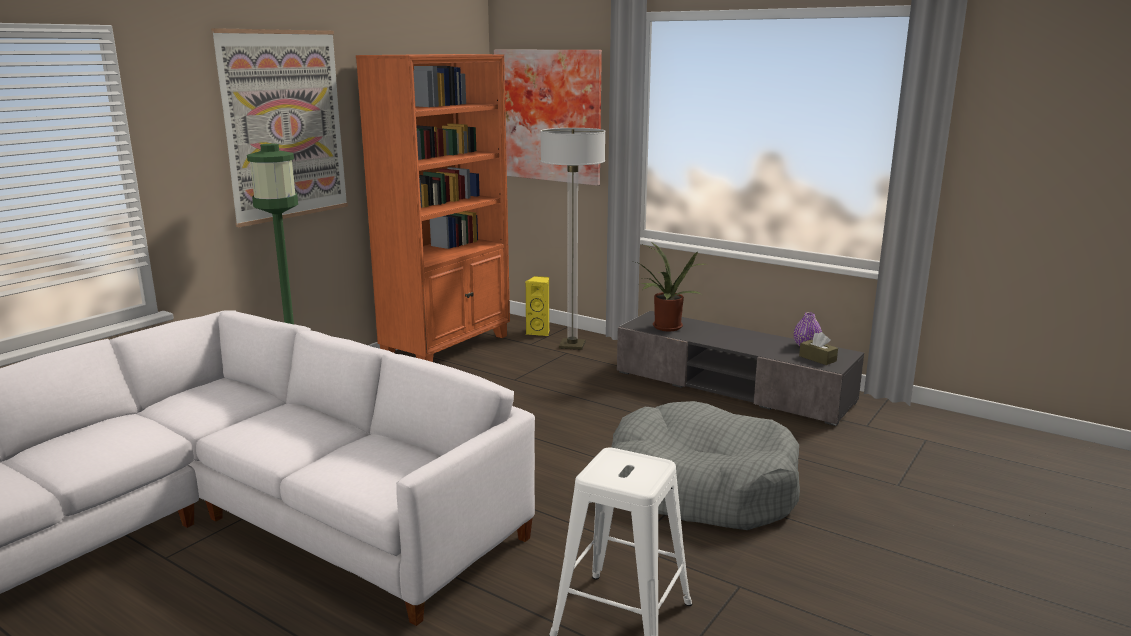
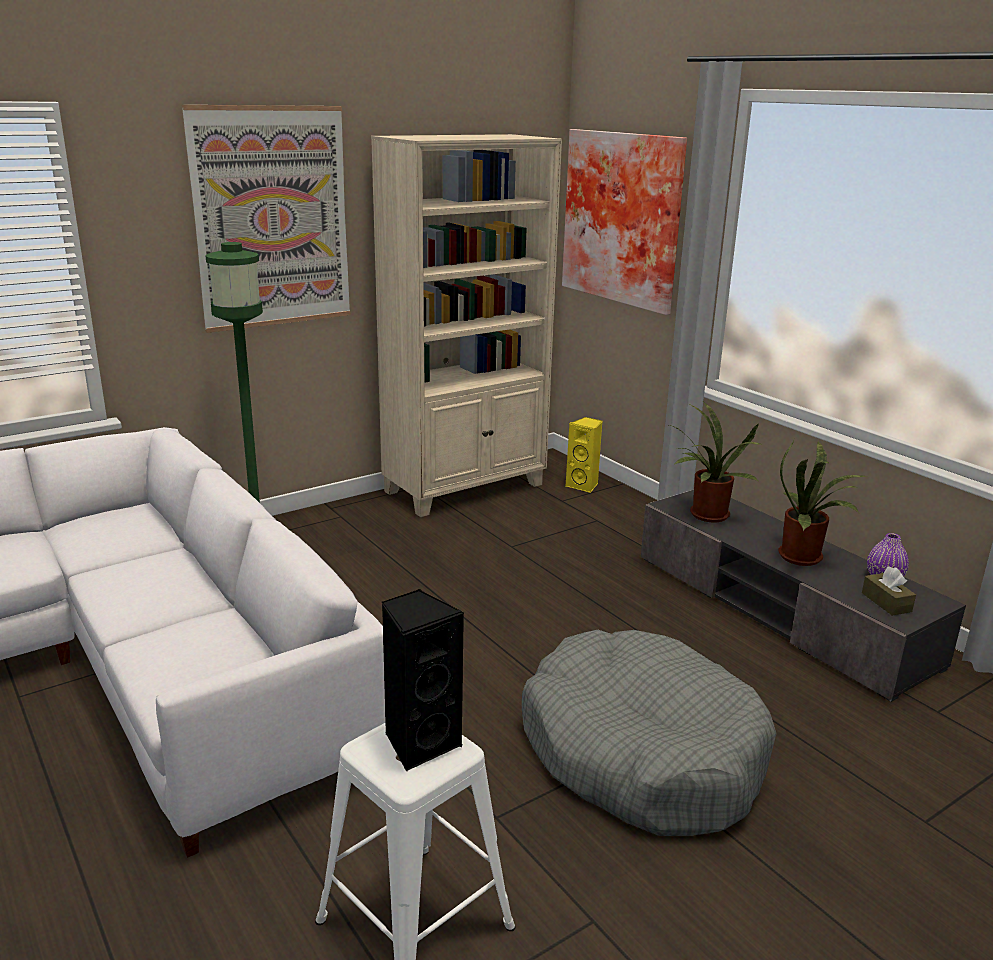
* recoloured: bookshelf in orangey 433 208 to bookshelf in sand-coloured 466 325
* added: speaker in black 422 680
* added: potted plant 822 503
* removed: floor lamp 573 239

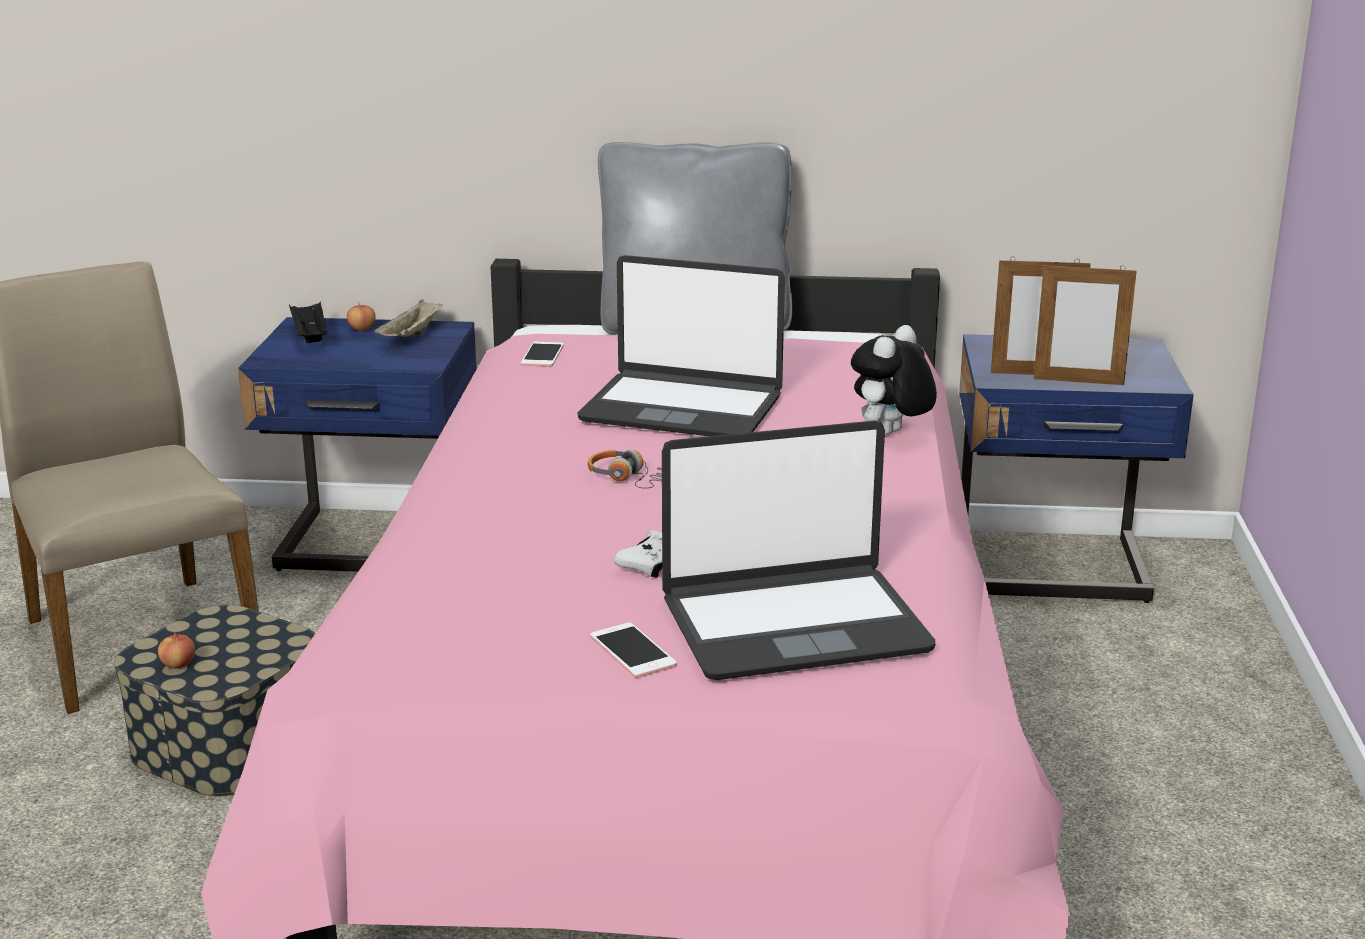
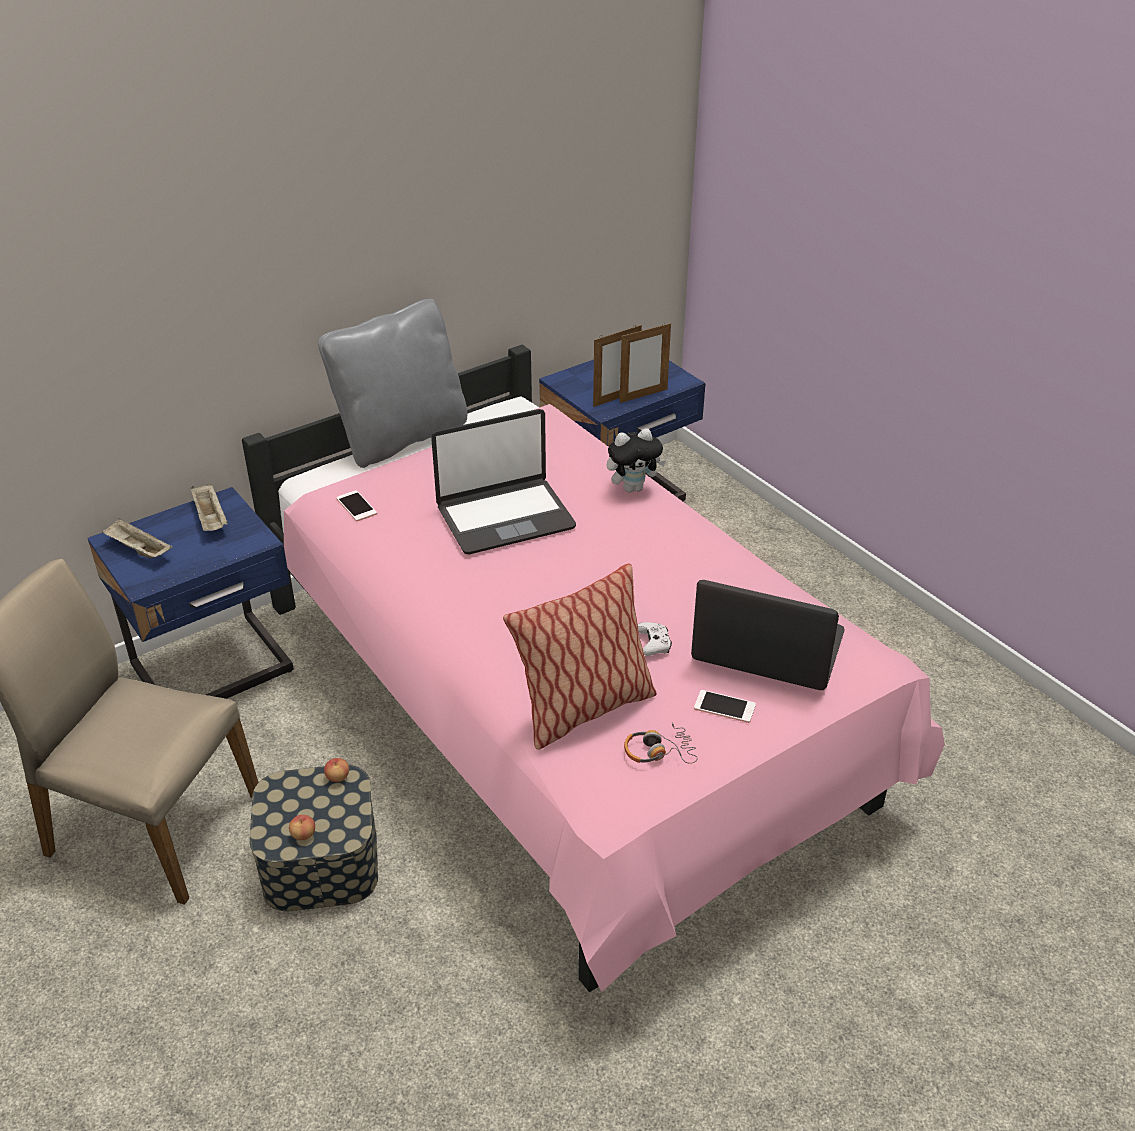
* recoloured: tray in black 308 322 to tray in sand-coloured 137 538
* moved: whole apple 361 316 to 336 770
* added: pillow 580 656
* turned: plush toy 894 380 = 636 460 105 degrees counterclockwise
* moved: pair of headphones 625 469 to 661 743
* turned: laptop 798 550 = 768 635 105 degrees counterclockwise

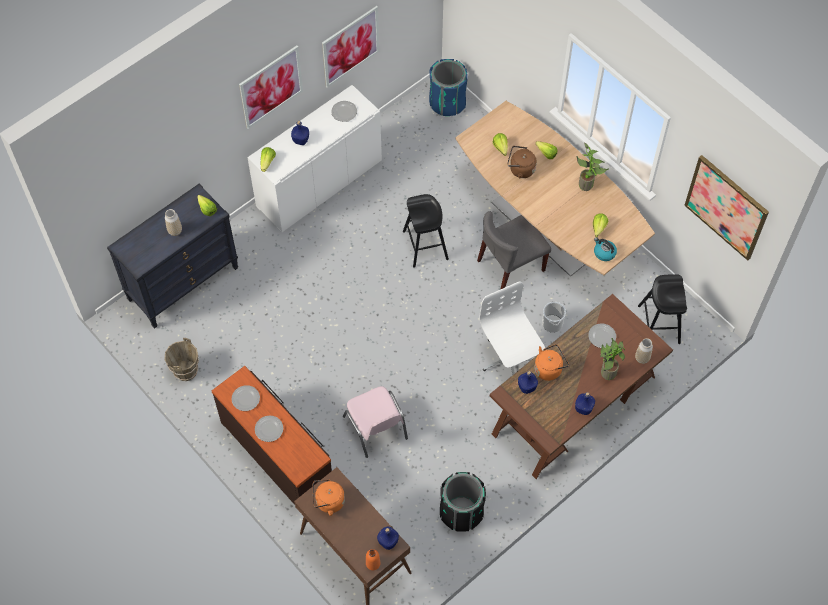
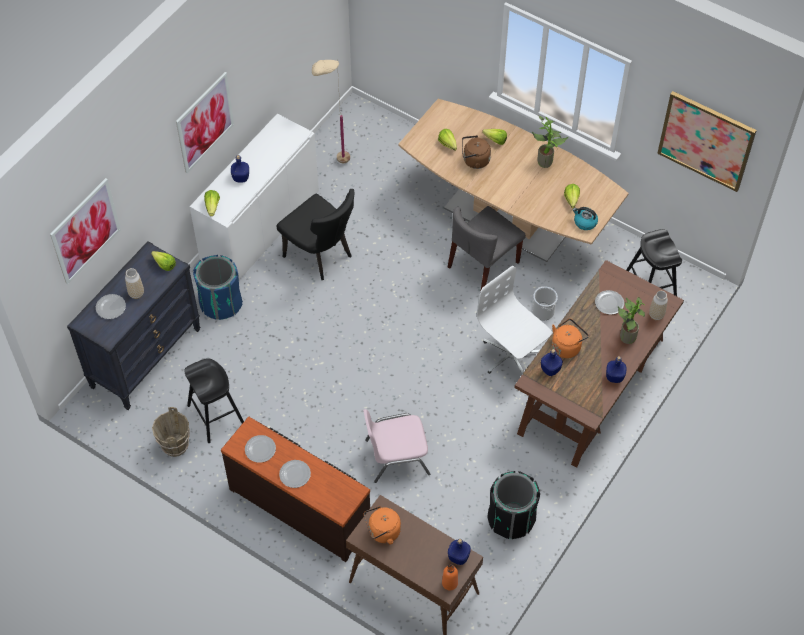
* moved: wall art 350 46 to 85 231
* moved: dinner plate 344 111 to 111 306
* moved: stool in black 426 231 to 214 400
* moved: rubbish bin in blue 448 87 to 218 287
* added: chair in black 315 234
* added: floor lamp in sand-coloured 331 111
* turned: chair in pink-coloured 375 422 = 396 446 120 degrees clockwise

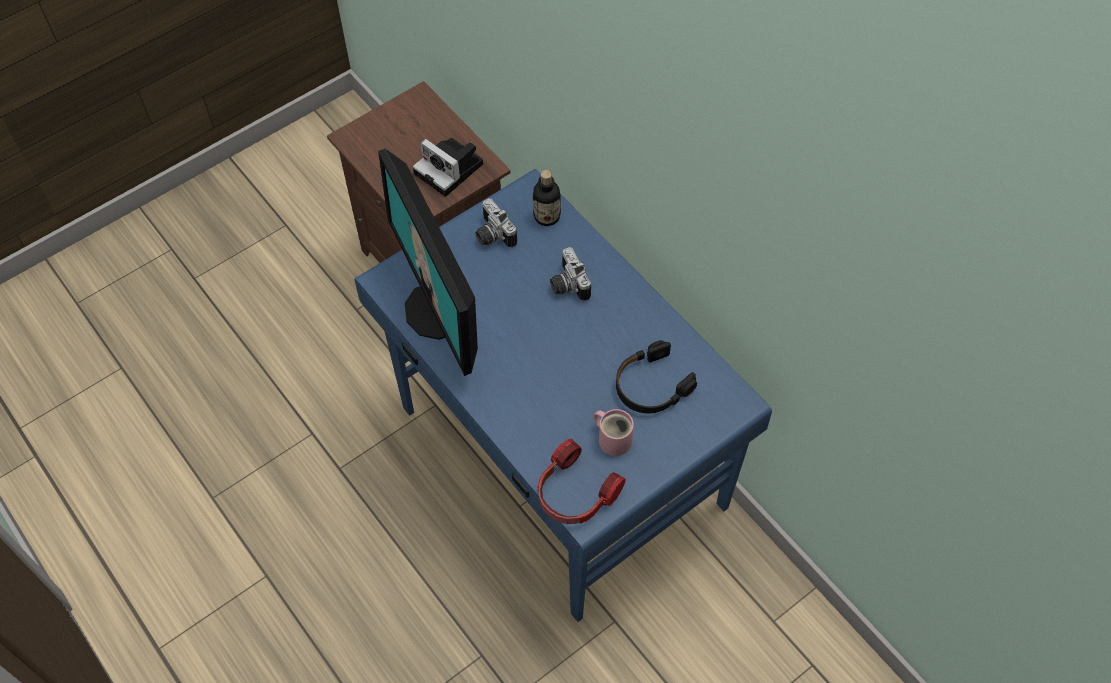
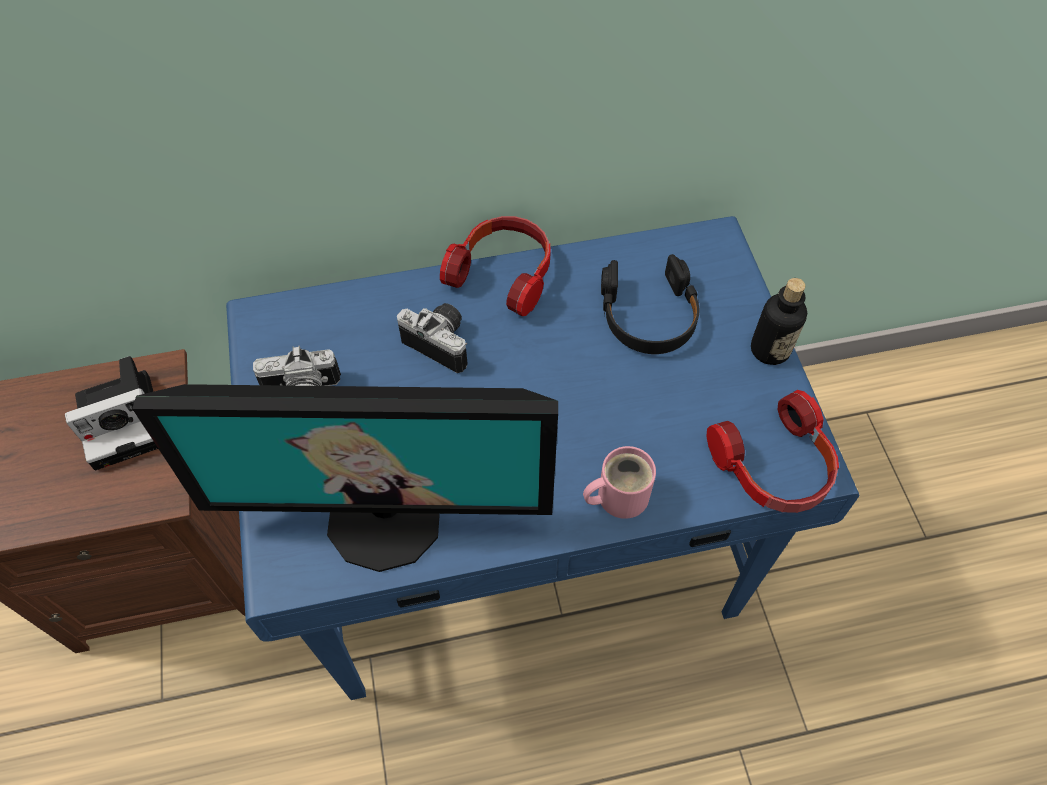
* turned: still camera 570 274 = 432 338 150 degrees counterclockwise
* added: pair of headphones 495 266
* moved: mug in pink-coloured 614 432 to 619 482
* moved: beverage bottle 547 198 to 779 321

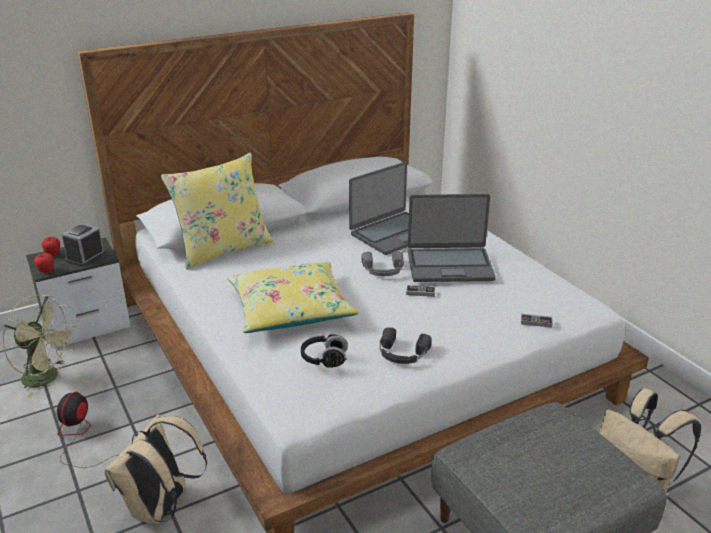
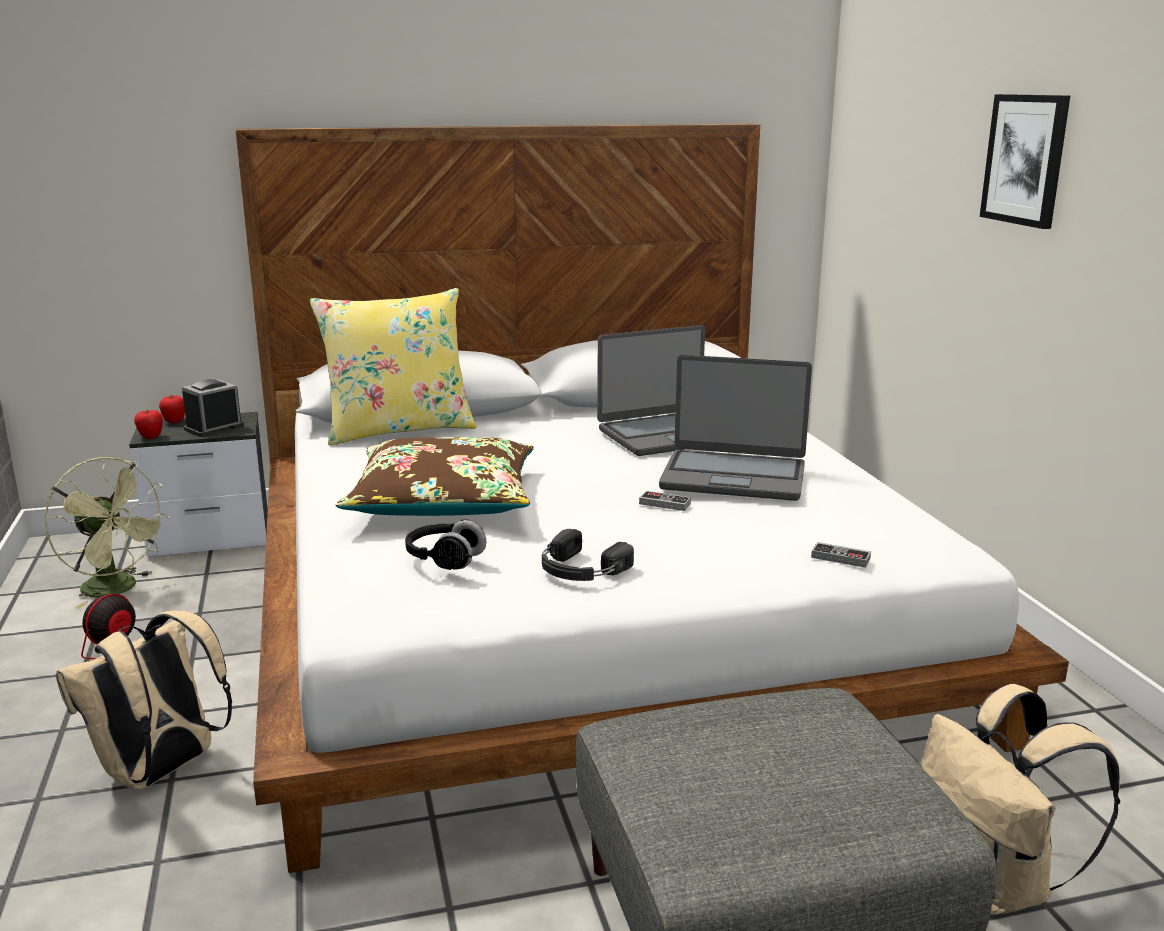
* recoloured: pillow in yellow-coloured 293 297 to pillow in brownish 435 476
* added: wall art 1025 161
* removed: pair of headphones in grey 382 263

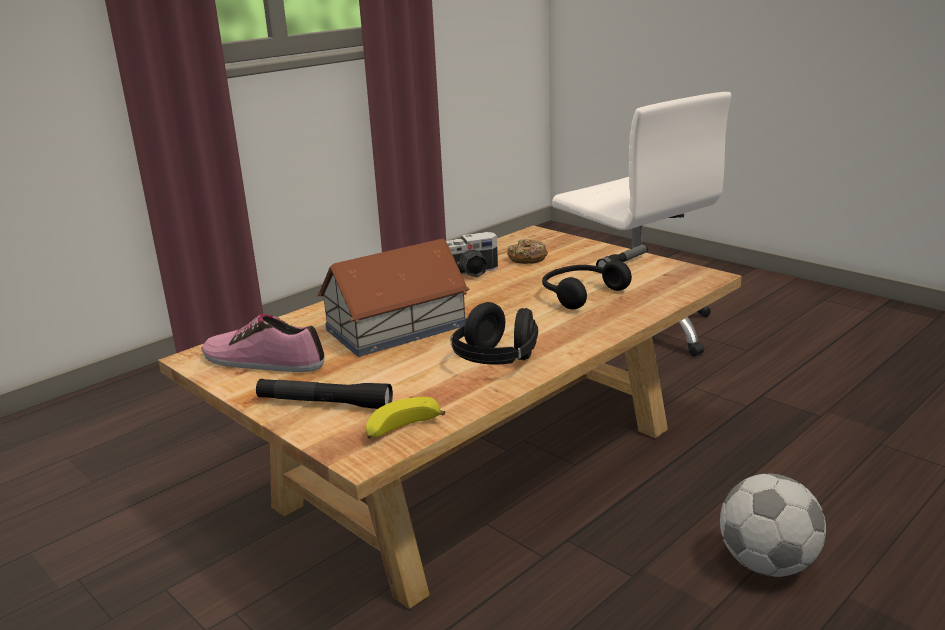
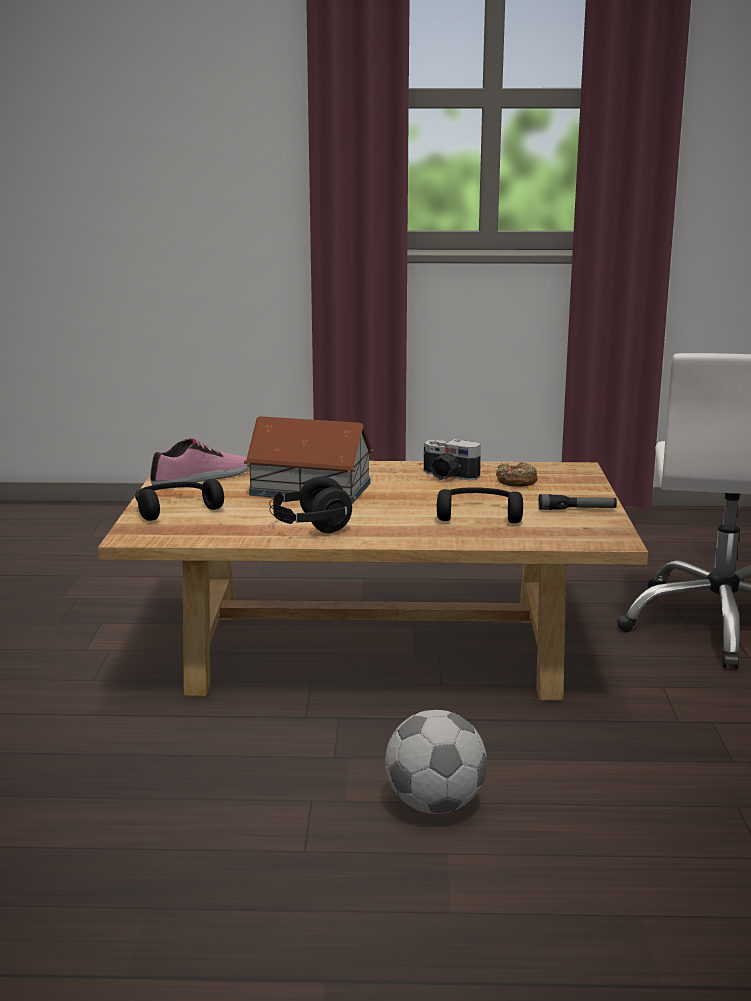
* replaced: torch in black 324 394 to pair of headphones in black 179 500
* turned: item of footwear 263 343 = 200 461 75 degrees clockwise
* removed: banana 405 418

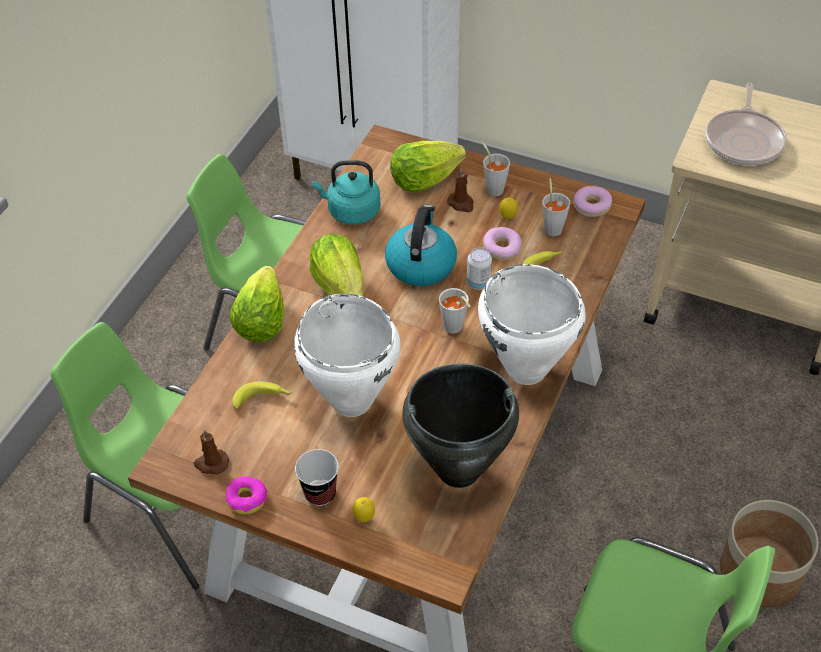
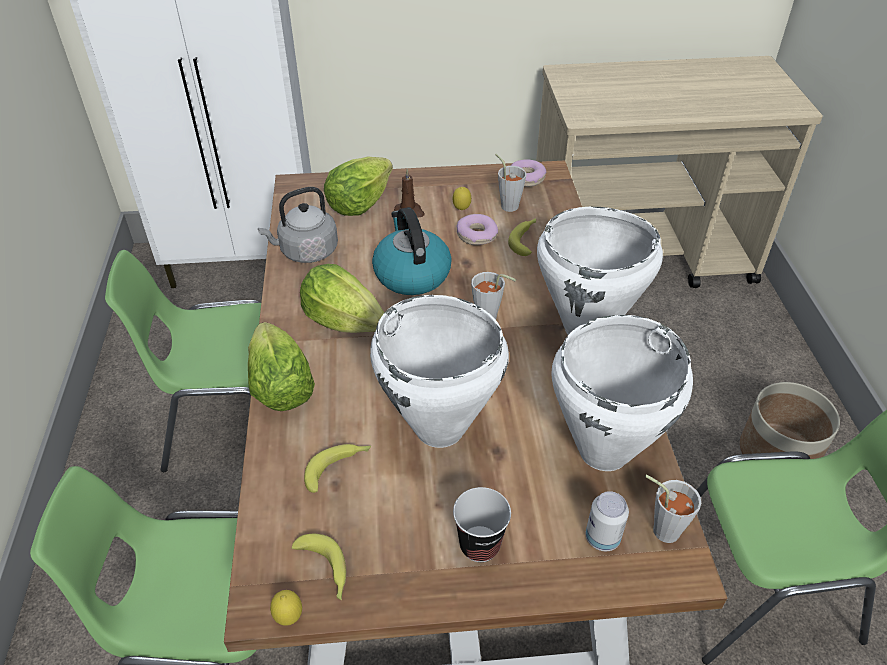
* recoloured: water kettle in blue-green 346 192 to water kettle in grey 298 225
* moved: whole lemon 364 509 to 286 608
* replaced: wax candle in brownish 211 451 to banana 318 567
* recoloured: stockpot in black 460 425 to stockpot in whitish 622 393
* moved: can 479 269 to 607 521
* moved: cup in grey 496 169 to 673 508
* removed: donut 246 495
* removed: frying pan 746 124

